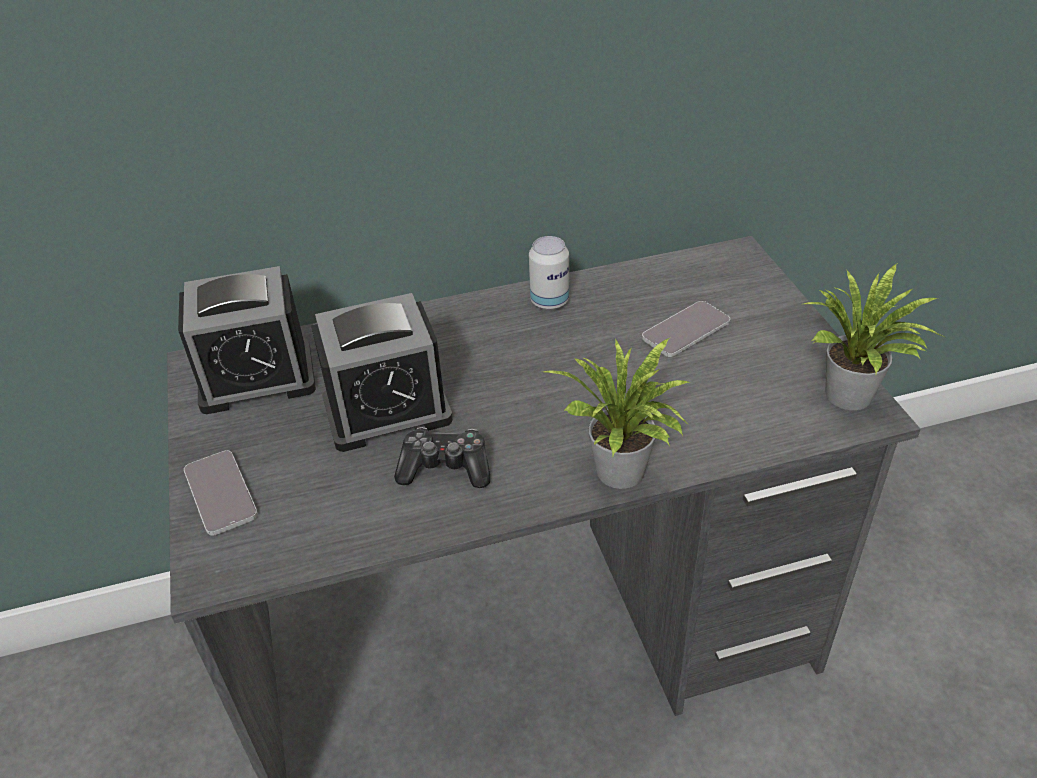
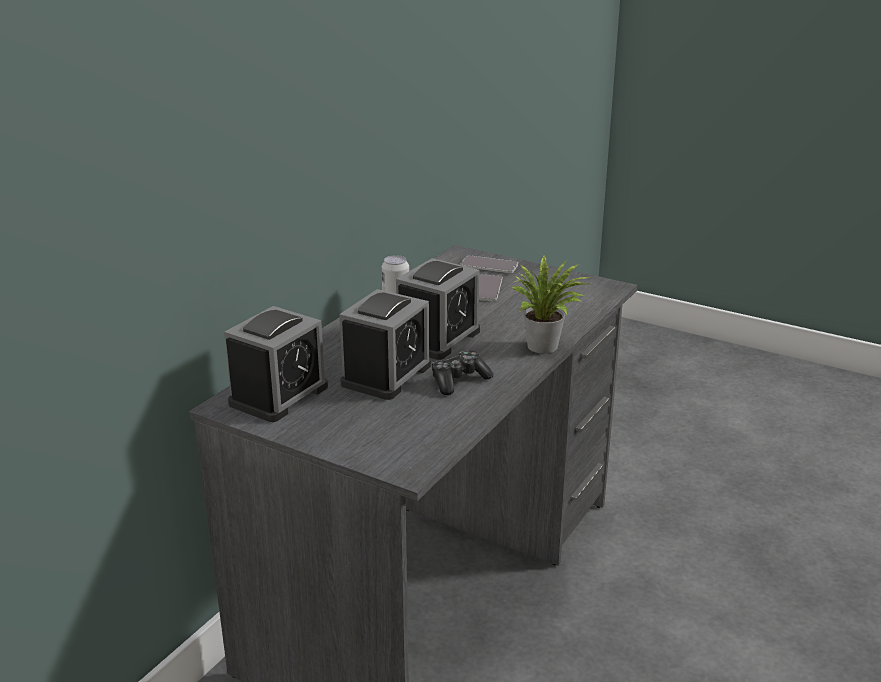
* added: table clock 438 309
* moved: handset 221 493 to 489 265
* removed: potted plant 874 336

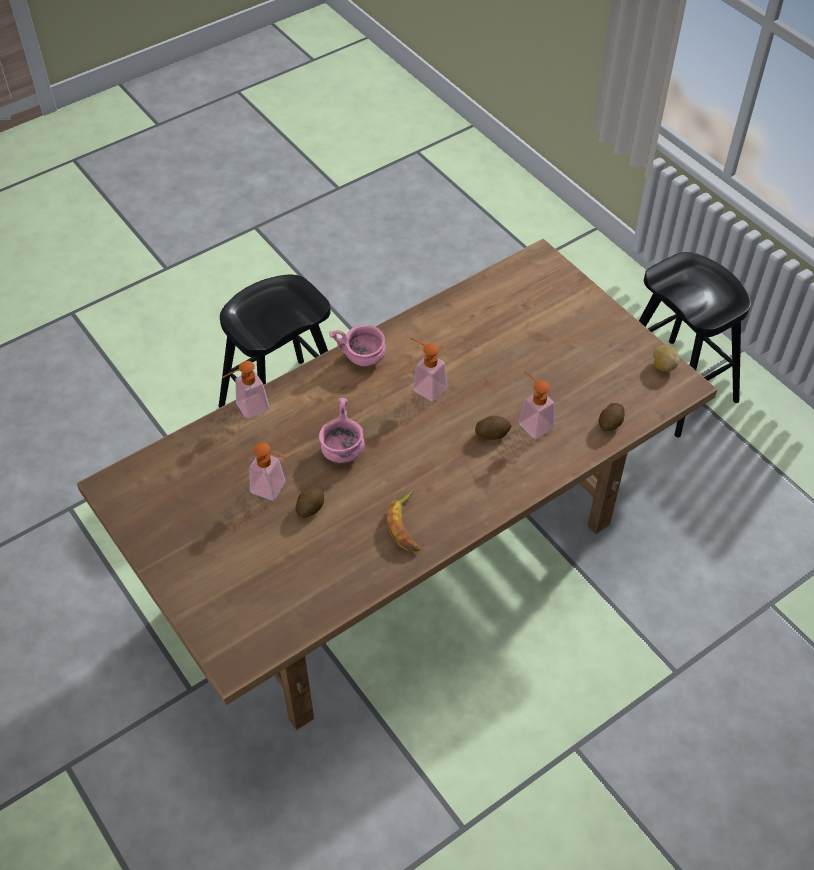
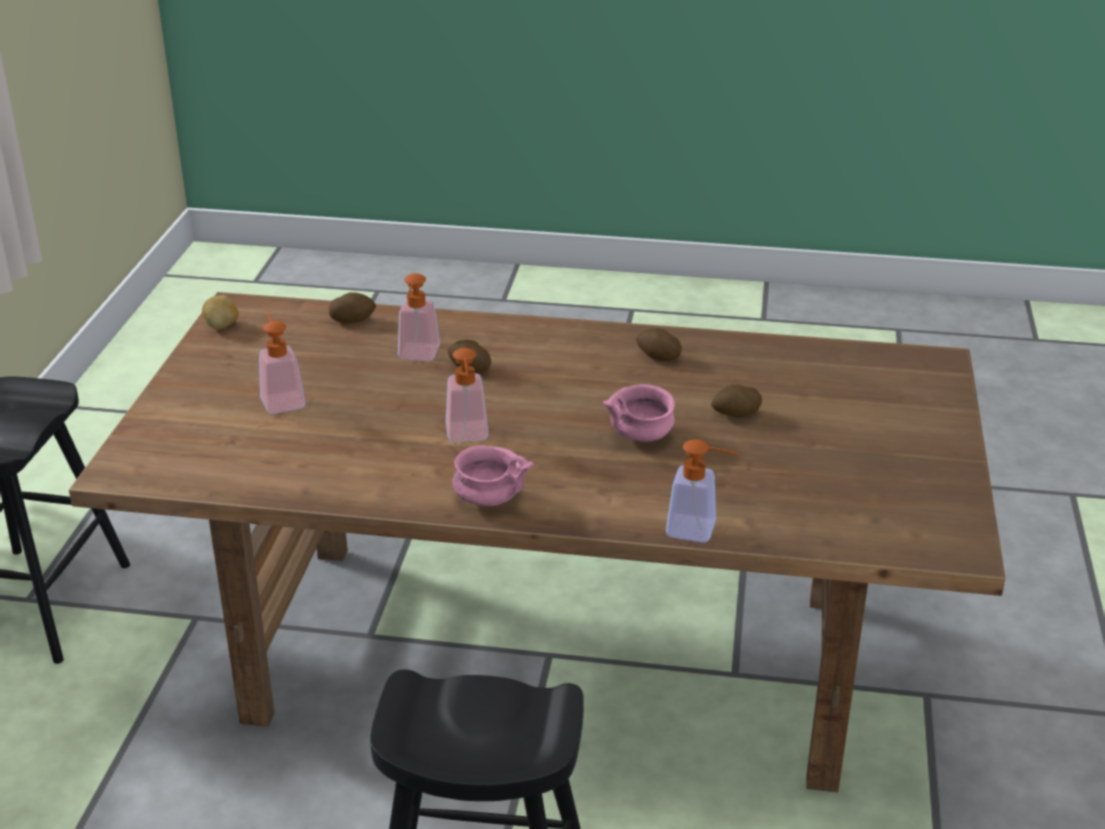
* moved: soap dispenser 268 471 to 282 362
* replaced: banana 404 522 to whole potato 659 345

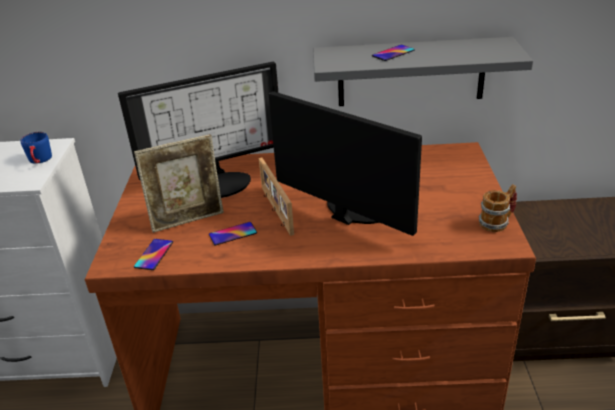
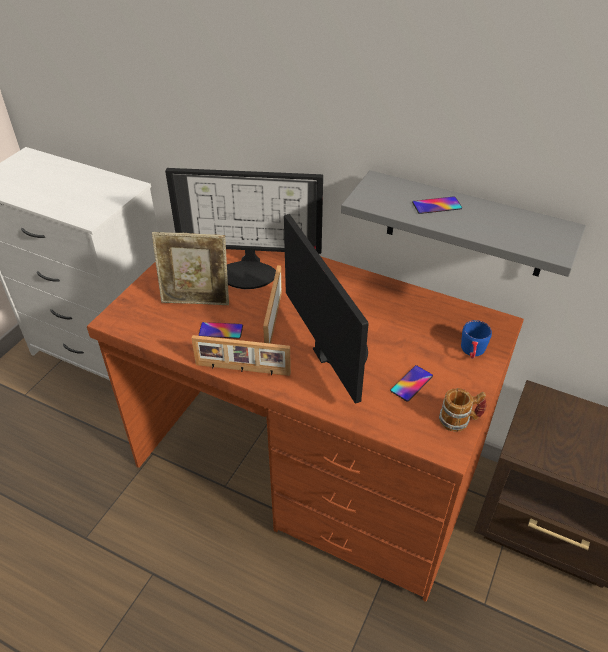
* added: picture frame 241 355
* moved: handset 153 254 to 411 383
* moved: mug in blue 36 148 to 476 339

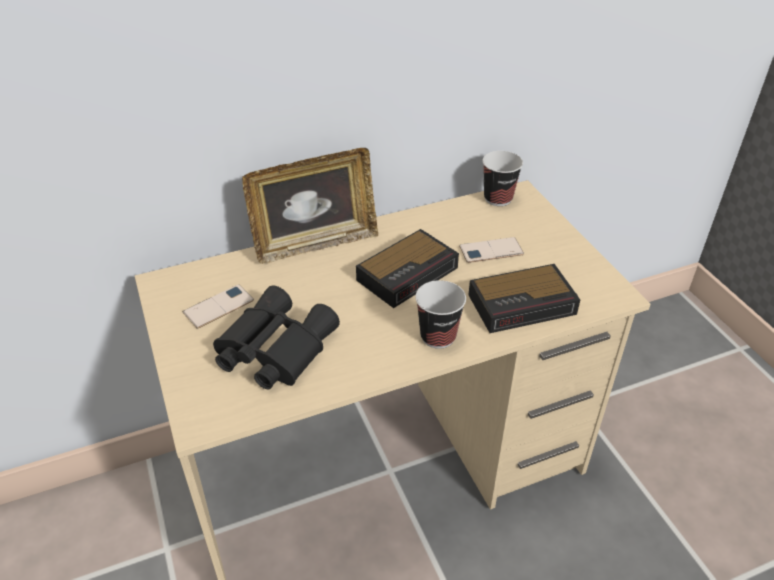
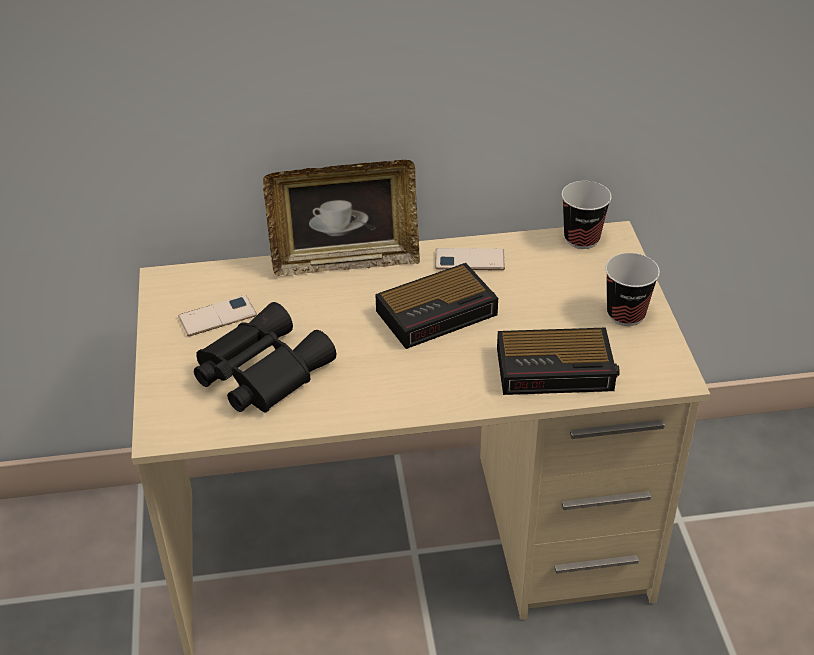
* moved: handset 491 250 to 470 259
* moved: cup 440 314 to 633 289

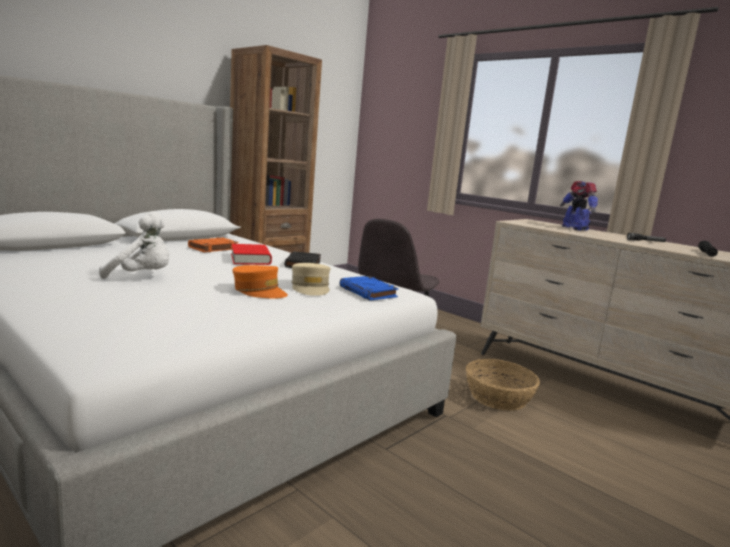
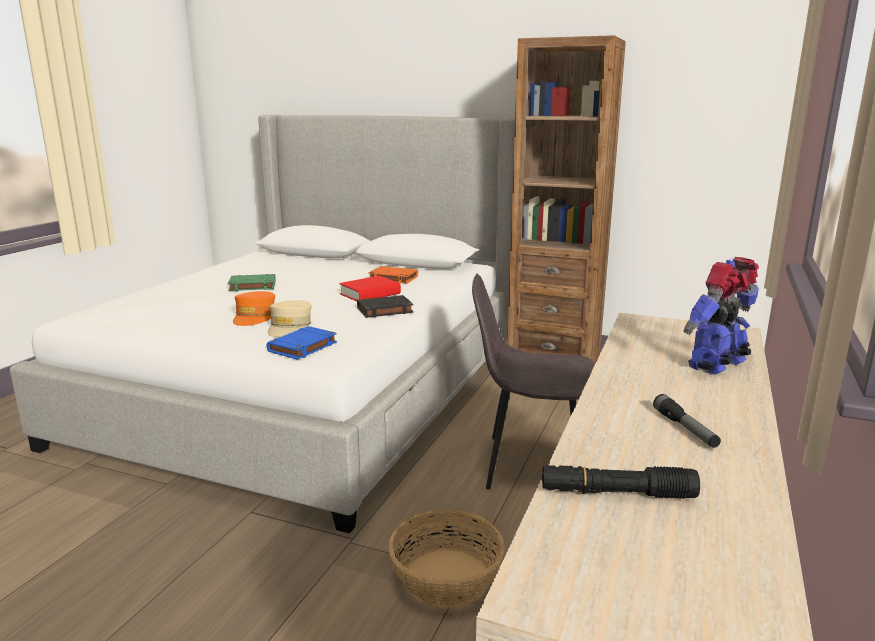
* replaced: plush toy in whitish 134 245 to volume in green 251 282
* turned: cap in sand-coloured 311 279 = 290 318 45 degrees counterclockwise

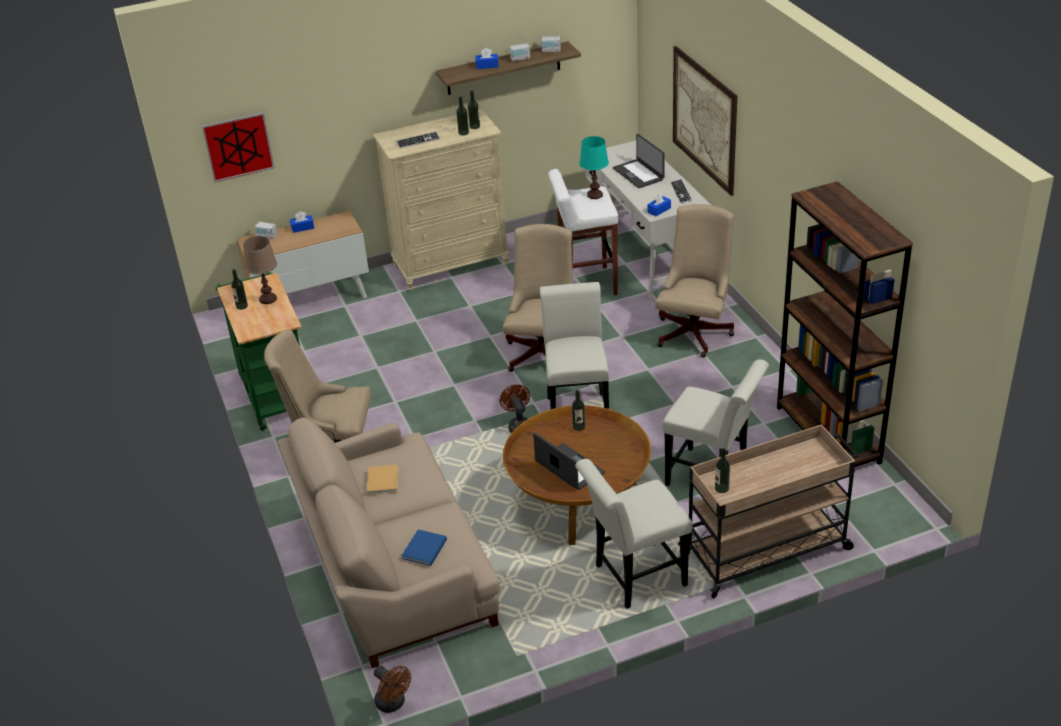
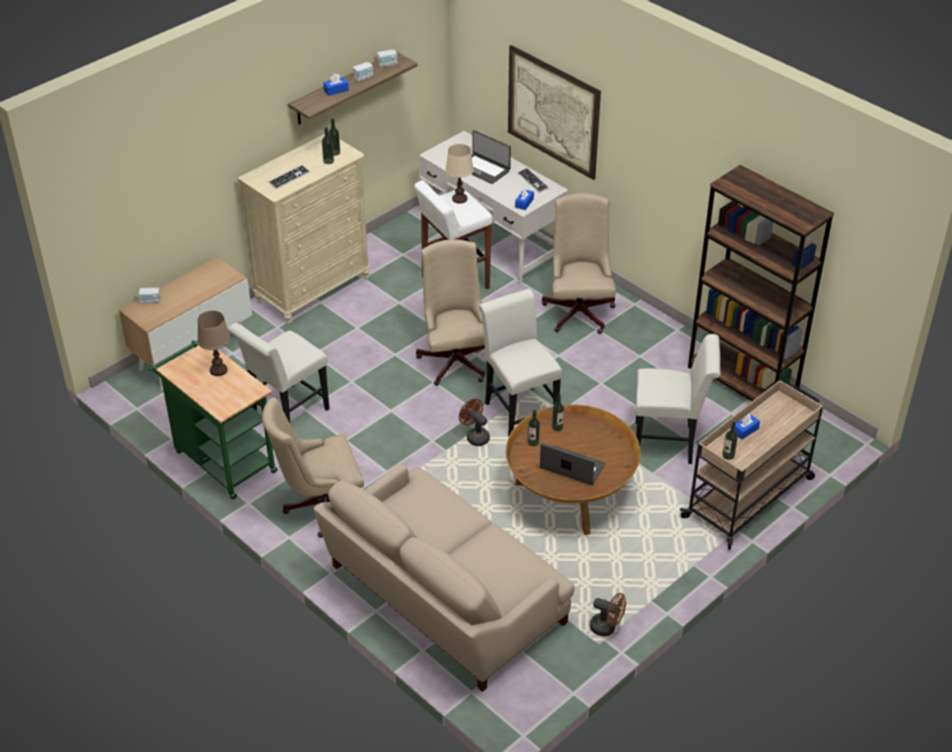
* moved: chair in whitish 634 534 to 279 373
* recoloured: lamp for a table in blue-green 594 167 to lamp for a table in sand-coloured 459 174
* moved: beverage bottle 239 289 to 534 428
* moved: fan in brownish 392 689 to 608 614
* moved: box of tissues in blue 302 222 to 747 427
* removed: wall art 238 147
* removed: volume in sand-coloured 382 480
* removed: volume in blue 424 547

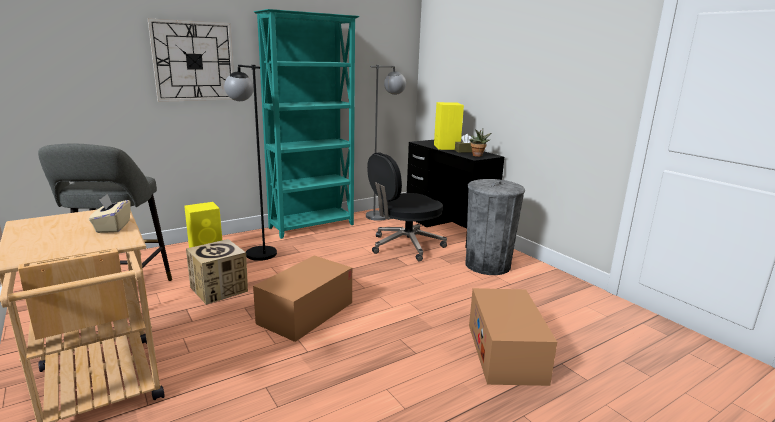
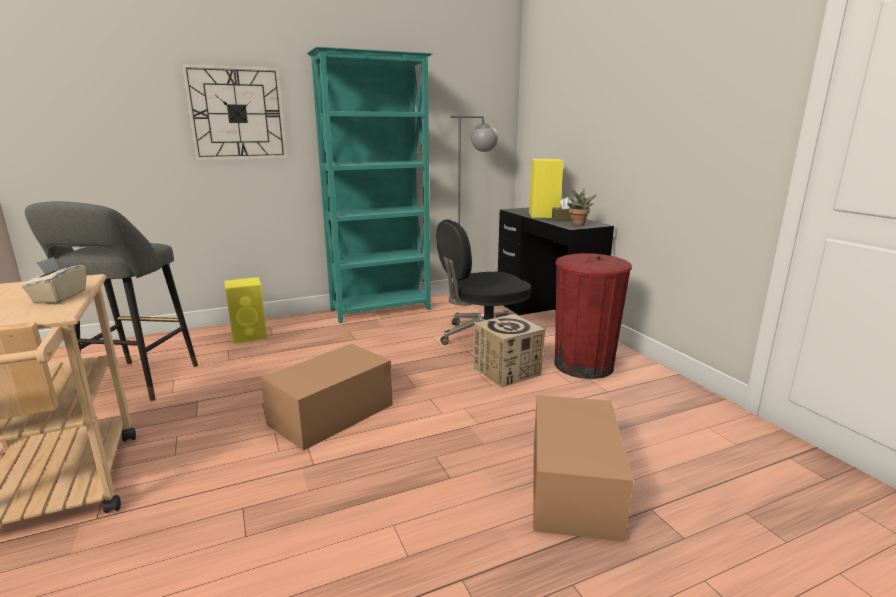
* moved: cardboard box 217 272 to 509 351
* recoloured: rubbish bin in grey 495 227 to rubbish bin in red 593 316
* removed: floor lamp in black 250 163

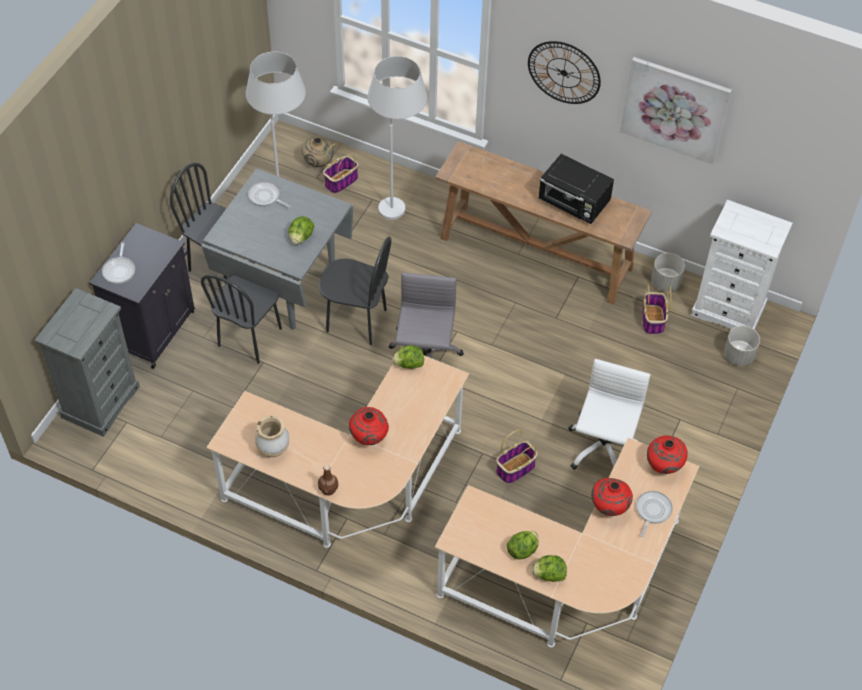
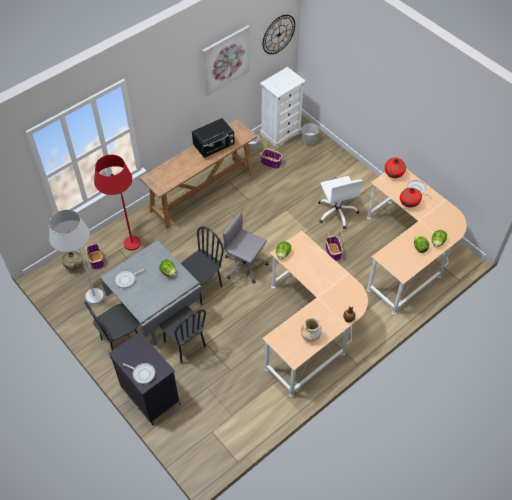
* recoloured: floor lamp in whitish 397 138 to floor lamp in red 117 203
* moved: hanging clock 564 72 to 279 34
* turned: computer chair in whitish 609 414 = 340 202 150 degrees counterclockwise
* removed: chest of drawers in grey 87 362
* removed: flower vase in red 369 426

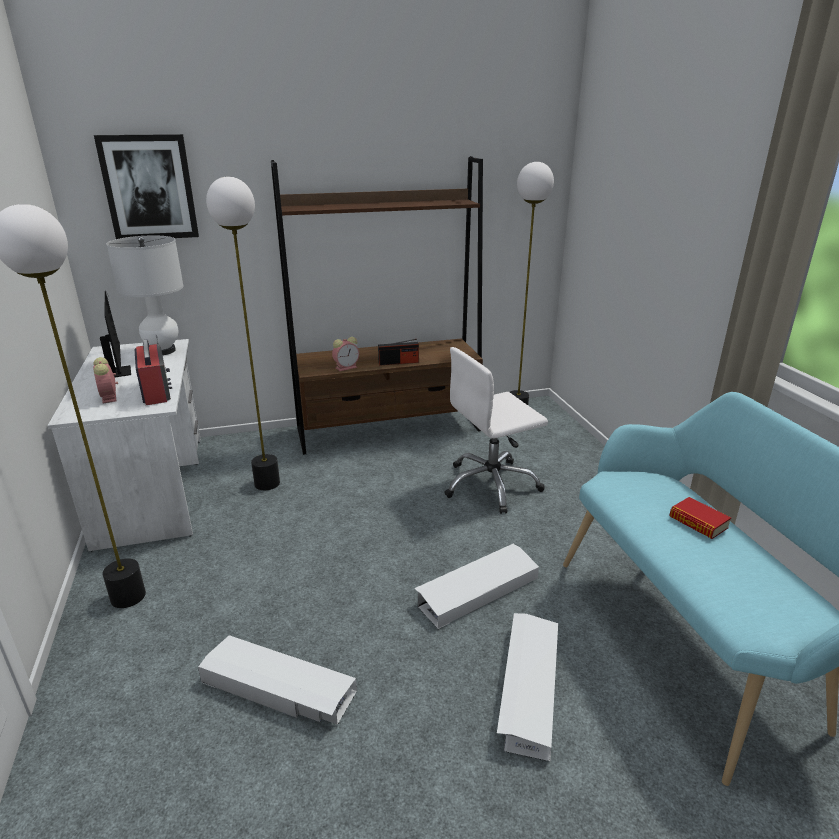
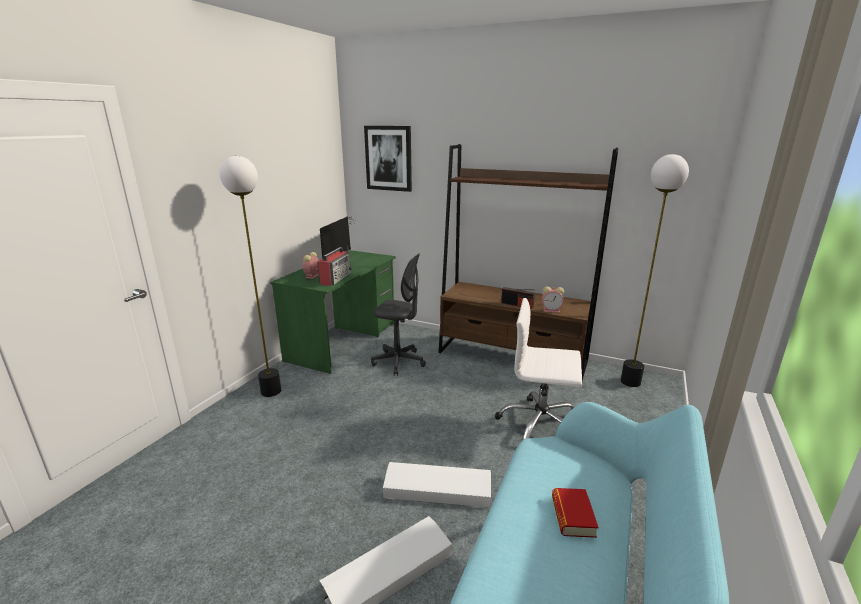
* recoloured: desk table in whitish 124 445 to desk table in green 333 312
* replaced: floor lamp 243 333 to computer chair in grey 398 314
* moved: table clock 345 354 to 553 300
* removed: lamp for a table in whitish 145 295
* removed: storage container in whitish 277 680

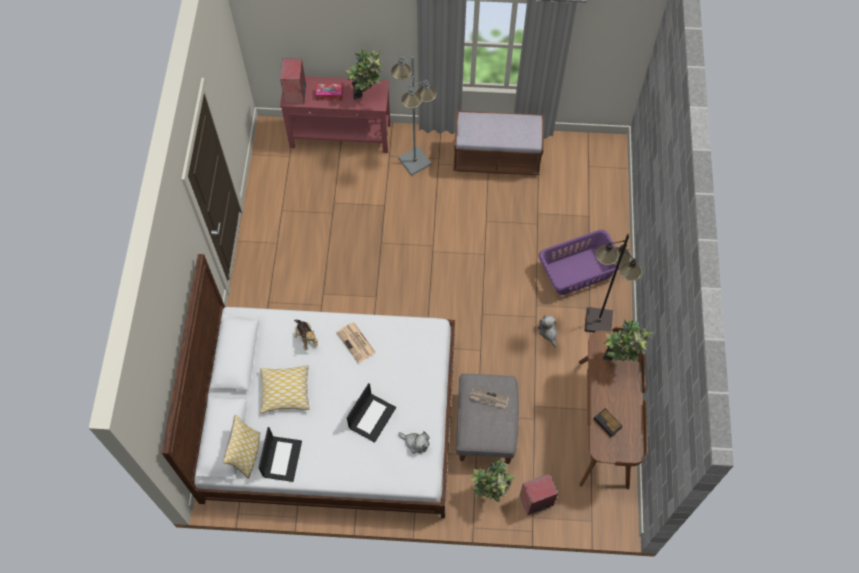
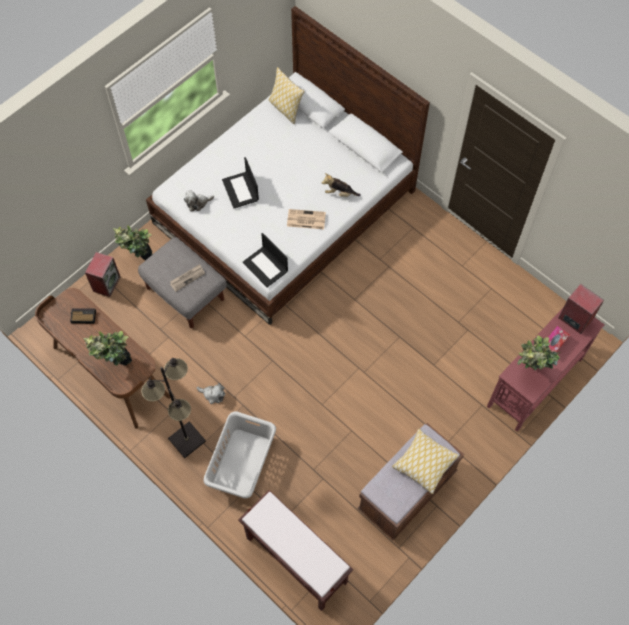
* recoloured: laundry basket in purplish 579 262 to laundry basket in grey 239 454
* added: indoor bench in brownish 296 550
* moved: laptop 280 454 to 265 260
* moved: pillow 285 389 to 425 461
* removed: floor lamp in grey 413 115

